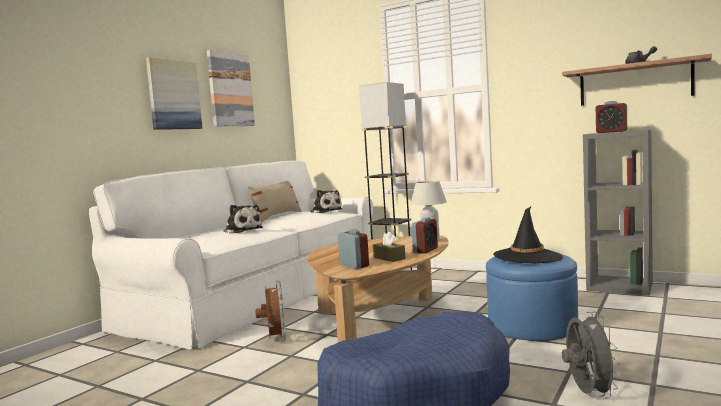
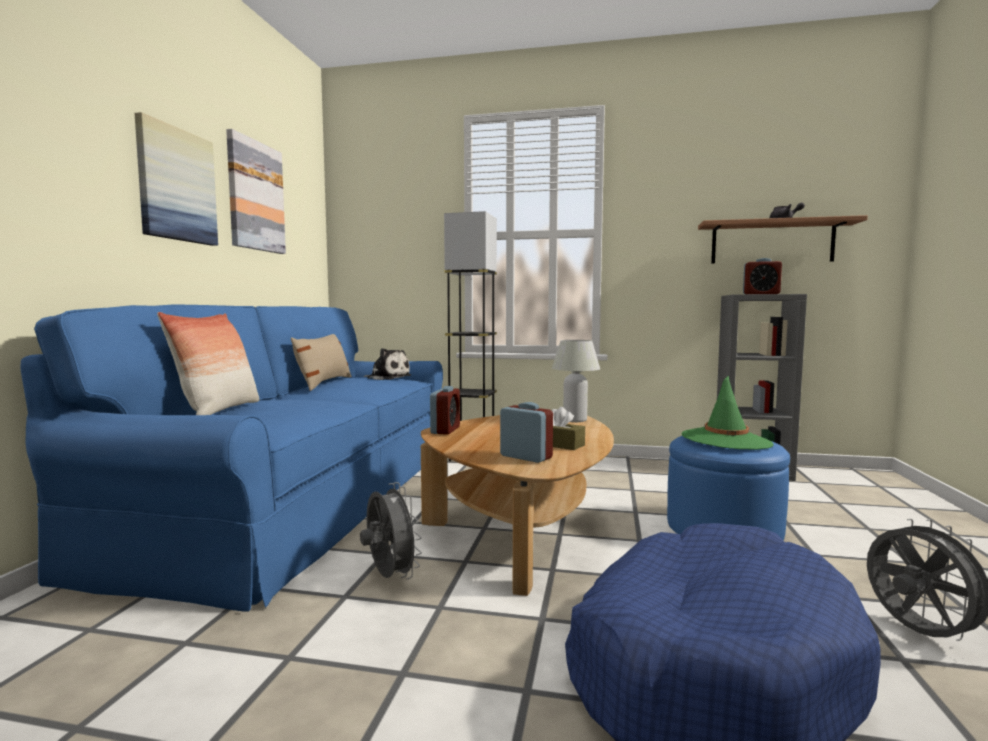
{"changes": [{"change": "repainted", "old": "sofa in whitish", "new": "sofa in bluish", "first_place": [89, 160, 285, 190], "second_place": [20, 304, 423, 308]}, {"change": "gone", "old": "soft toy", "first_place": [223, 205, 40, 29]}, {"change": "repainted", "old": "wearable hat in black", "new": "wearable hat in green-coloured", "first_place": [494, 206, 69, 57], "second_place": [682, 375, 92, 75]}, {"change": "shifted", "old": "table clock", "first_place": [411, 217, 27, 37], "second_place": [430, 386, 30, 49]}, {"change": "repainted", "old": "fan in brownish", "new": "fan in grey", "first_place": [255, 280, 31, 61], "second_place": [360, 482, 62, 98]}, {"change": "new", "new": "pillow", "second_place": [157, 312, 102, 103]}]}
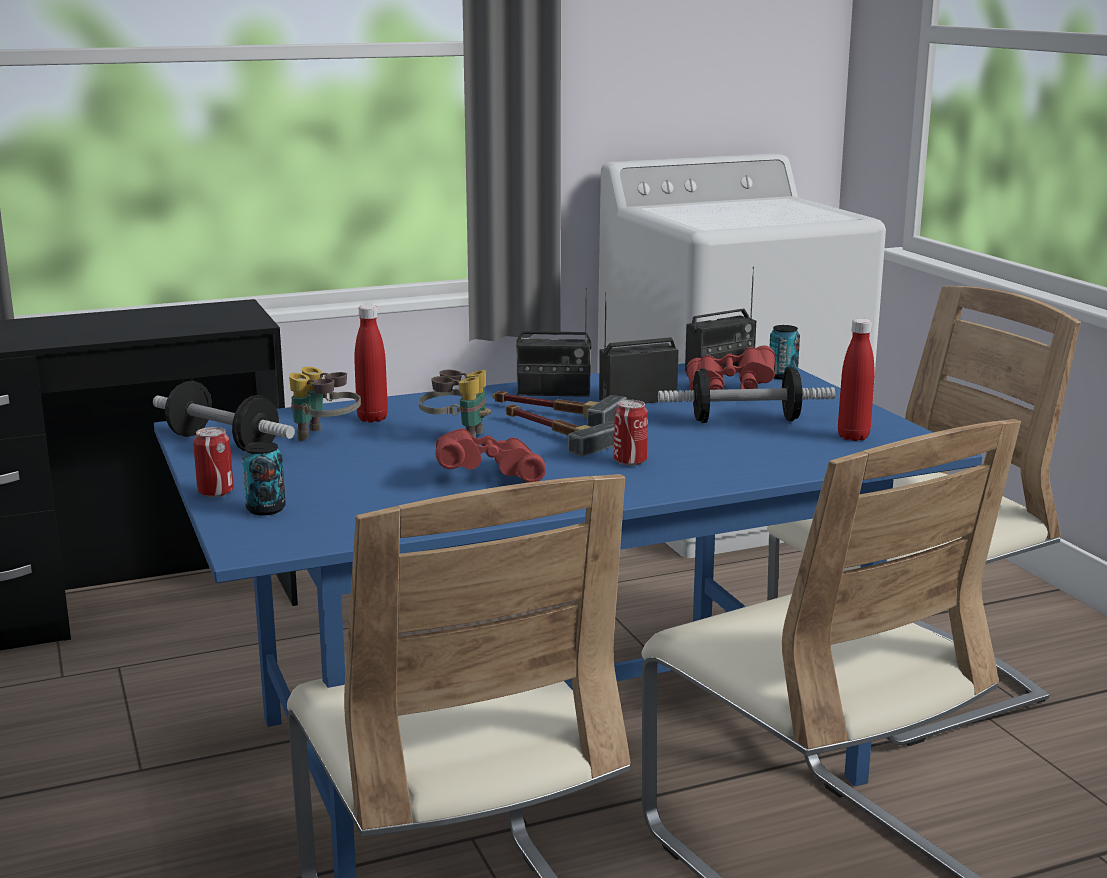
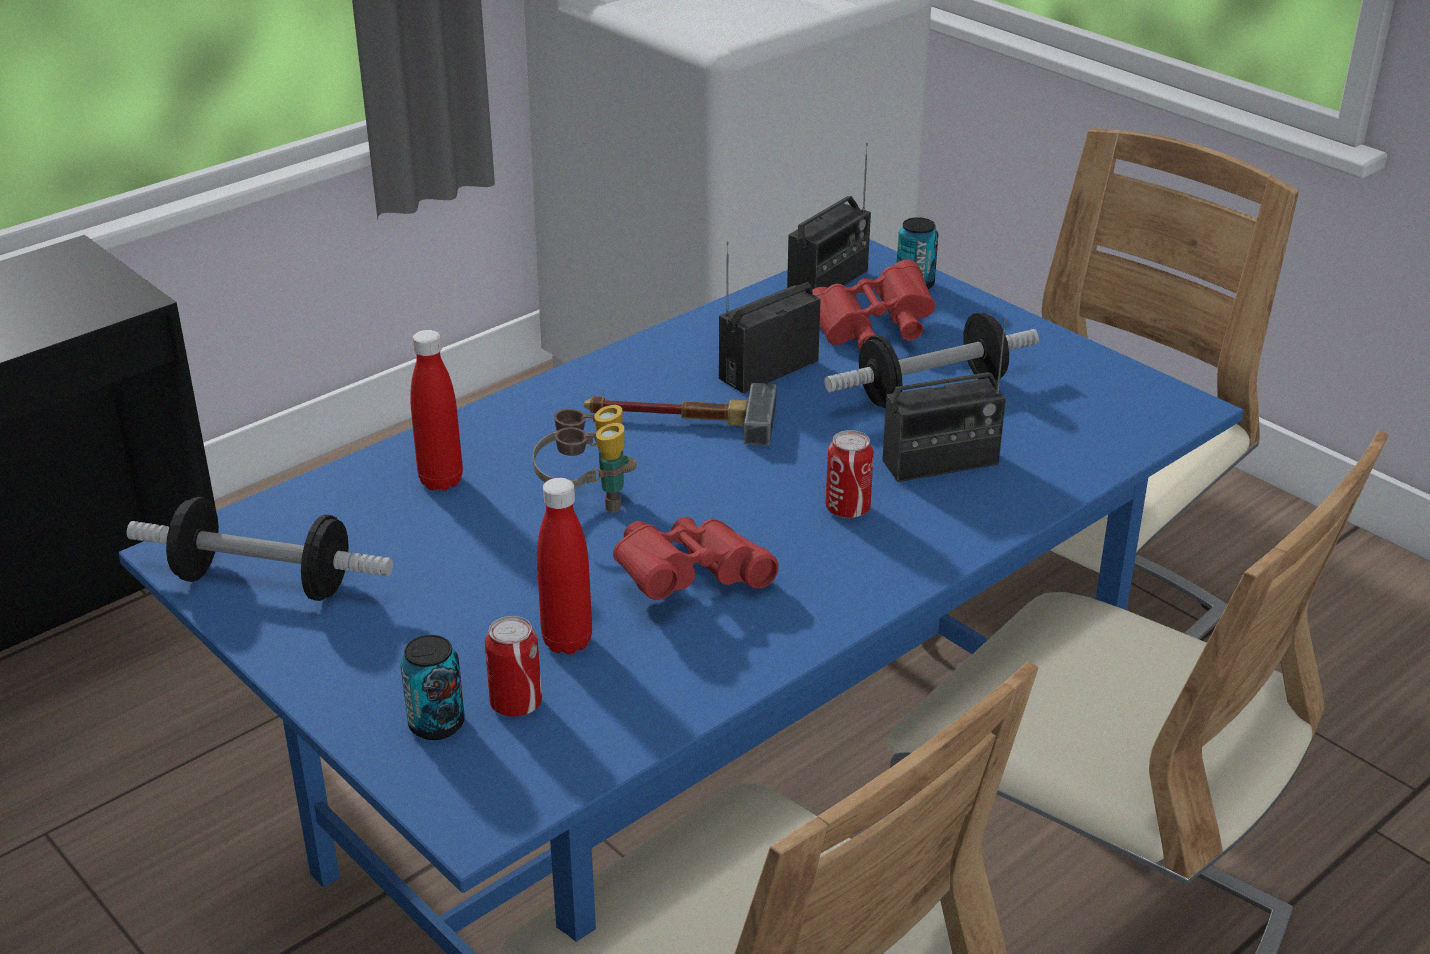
{"changes": [{"change": "shifted", "old": "radio receiver", "first_place": [516, 288, 75, 109], "second_place": [882, 317, 124, 165]}, {"change": "shifted", "old": "drink bottle in reddish", "first_place": [838, 318, 37, 123], "second_place": [537, 478, 55, 176]}, {"change": "gone", "old": "pair of binoculars", "first_place": [289, 367, 72, 74]}, {"change": "gone", "old": "tool hammer", "first_place": [505, 404, 109, 53]}, {"change": "shifted", "old": "can", "first_place": [193, 427, 41, 70], "second_place": [485, 616, 57, 101]}]}
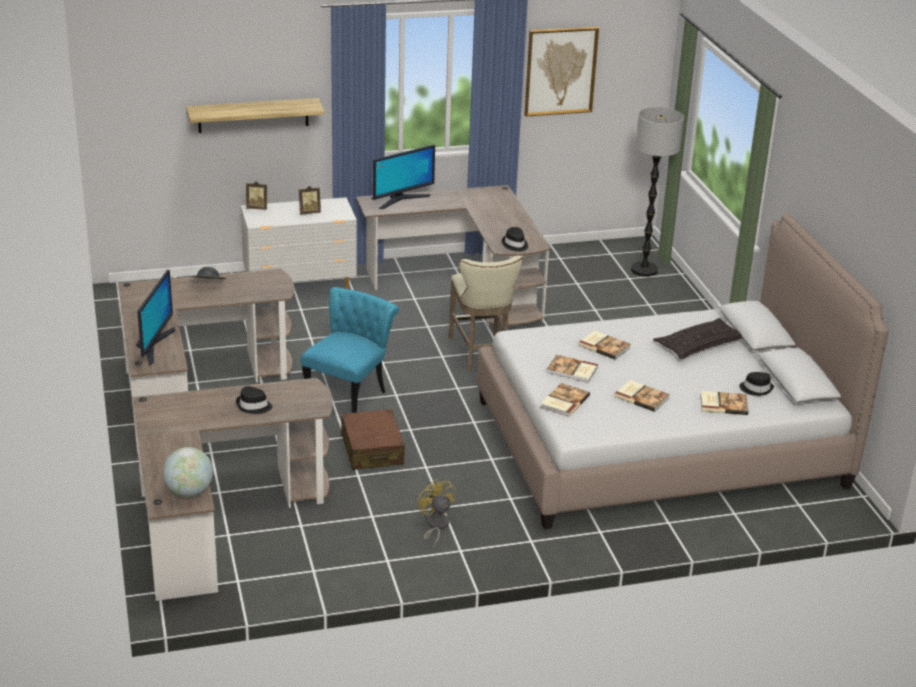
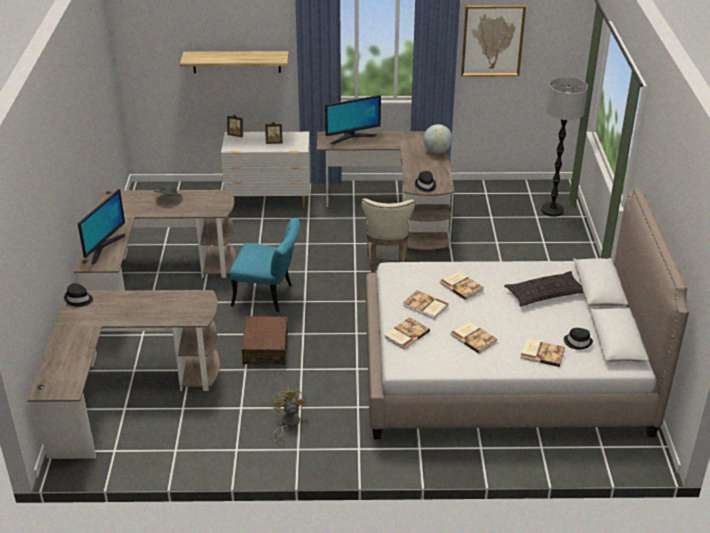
{"changes": [{"change": "rotated", "old": "chair in turquoise", "first_place": [301, 287, 98, 126], "second_place": [230, 218, 70, 94], "degrees": 60}, {"change": "shifted", "old": "wearable hat in black", "first_place": [236, 386, 36, 28], "second_place": [64, 283, 29, 24]}, {"change": "shifted", "old": "world globe", "first_place": [163, 447, 50, 50], "second_place": [423, 124, 30, 30]}]}
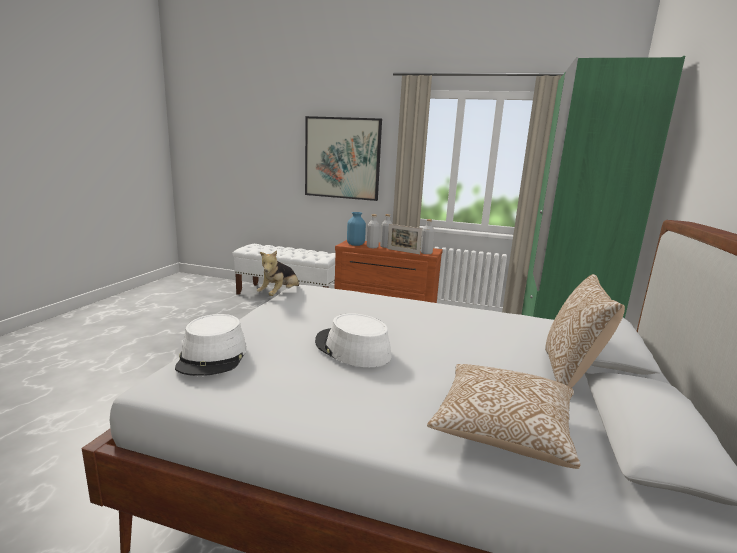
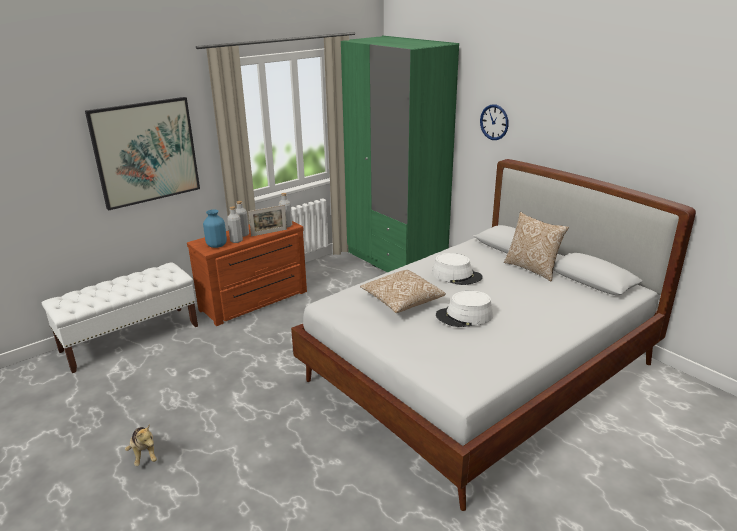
{"changes": [{"change": "shifted", "old": "soft toy", "first_place": [257, 250, 42, 46], "second_place": [125, 424, 32, 42]}, {"change": "shifted", "old": "wearable hat in whitish", "first_place": [175, 314, 71, 62], "second_place": [432, 253, 51, 32]}, {"change": "shifted", "old": "pillow", "first_place": [427, 364, 153, 105], "second_place": [360, 270, 86, 43]}, {"change": "new", "new": "wall clock", "second_place": [480, 105, 29, 35]}]}
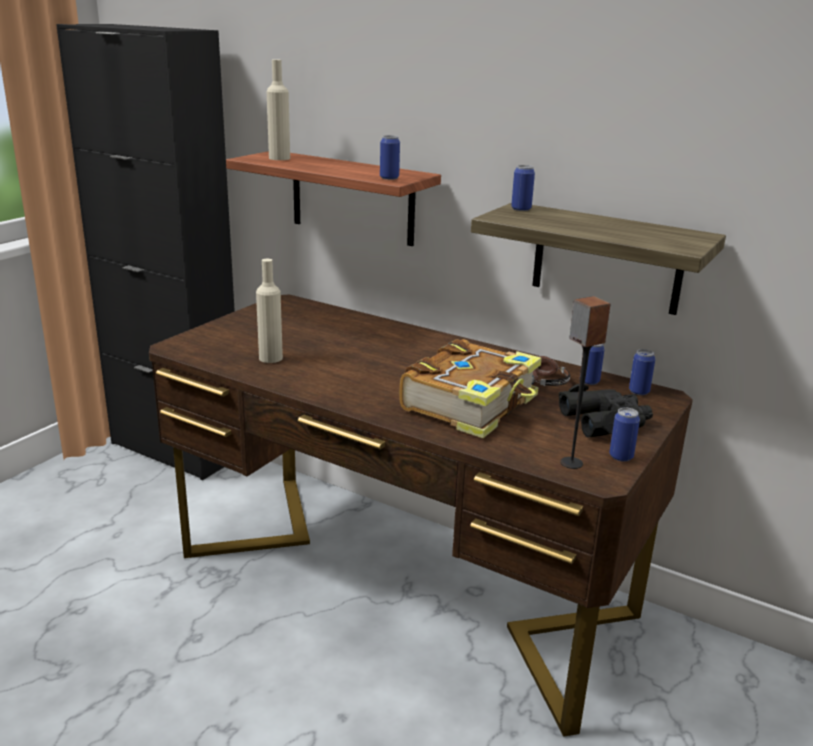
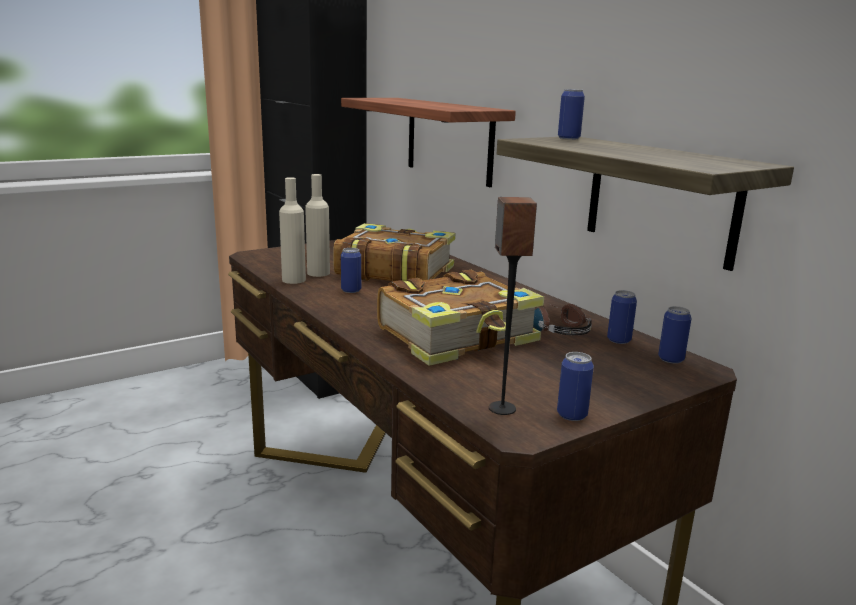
{"changes": [{"change": "shifted", "old": "drink bottle in beige-coloured", "first_place": [267, 59, 23, 101], "second_place": [279, 177, 27, 107]}, {"change": "shifted", "old": "can", "first_place": [380, 135, 20, 45], "second_place": [341, 248, 20, 45]}, {"change": "gone", "old": "pair of binoculars in black", "first_place": [559, 384, 94, 54]}, {"change": "new", "new": "book", "second_place": [333, 223, 122, 58]}]}
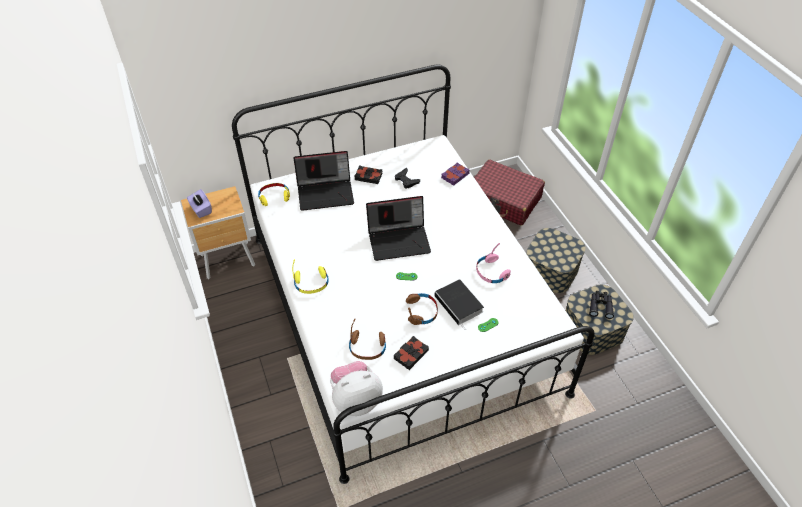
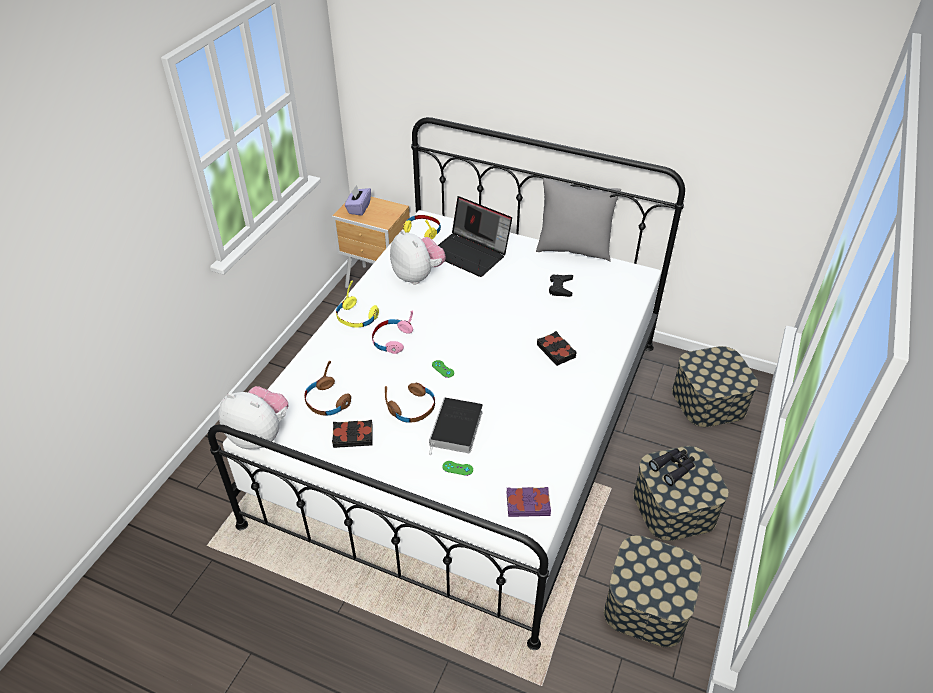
{"changes": [{"change": "swapped", "old": "suitcase in reddish", "new": "storage bin", "first_place": [474, 160, 71, 66], "second_place": [672, 346, 86, 81]}, {"change": "shifted", "old": "book in purple", "first_place": [441, 162, 29, 24], "second_place": [507, 487, 44, 30]}, {"change": "shifted", "old": "book in black", "first_place": [355, 165, 27, 19], "second_place": [537, 331, 40, 35]}, {"change": "gone", "old": "notebook computer", "first_place": [366, 196, 65, 65]}, {"change": "shifted", "old": "headphones in pinkish", "first_place": [476, 243, 35, 40], "second_place": [372, 310, 41, 44]}, {"change": "shifted", "old": "pair of binoculars in black", "first_place": [589, 291, 25, 28], "second_place": [649, 448, 46, 38]}, {"change": "new", "new": "pillow in grey", "second_place": [536, 178, 85, 84]}, {"change": "new", "new": "soft toy", "second_place": [390, 230, 56, 55]}]}
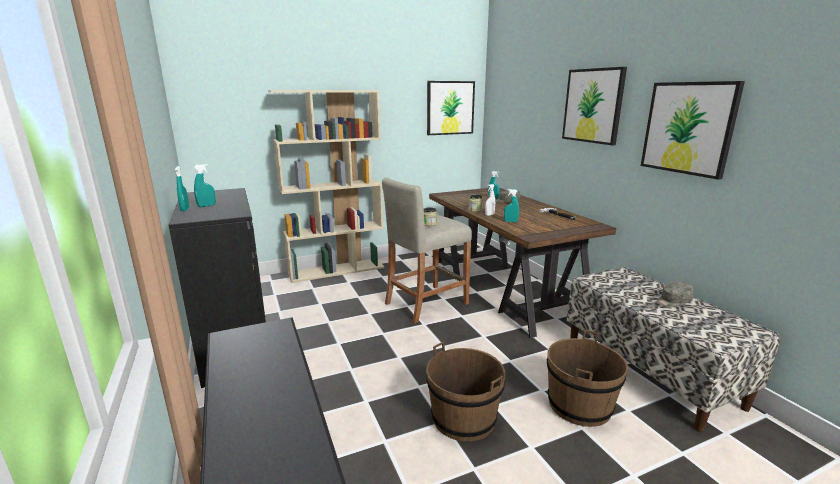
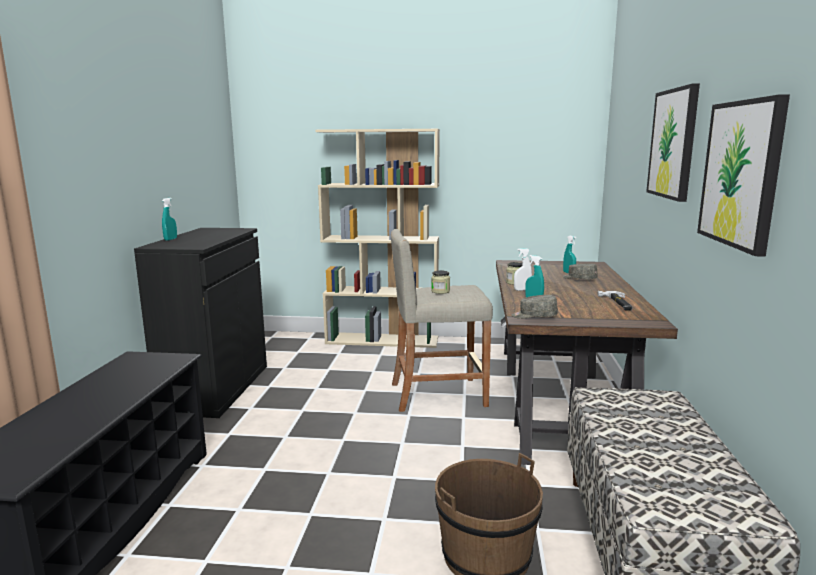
{"changes": [{"change": "gone", "old": "wall art", "first_place": [427, 81, 48, 54]}, {"change": "gone", "old": "spray bottle in turquoise", "first_place": [194, 164, 22, 43]}, {"change": "shifted", "old": "peaked cap in grey", "first_place": [656, 282, 37, 25], "second_place": [512, 295, 46, 24]}, {"change": "gone", "old": "pail in brownish", "first_place": [426, 342, 79, 99]}]}
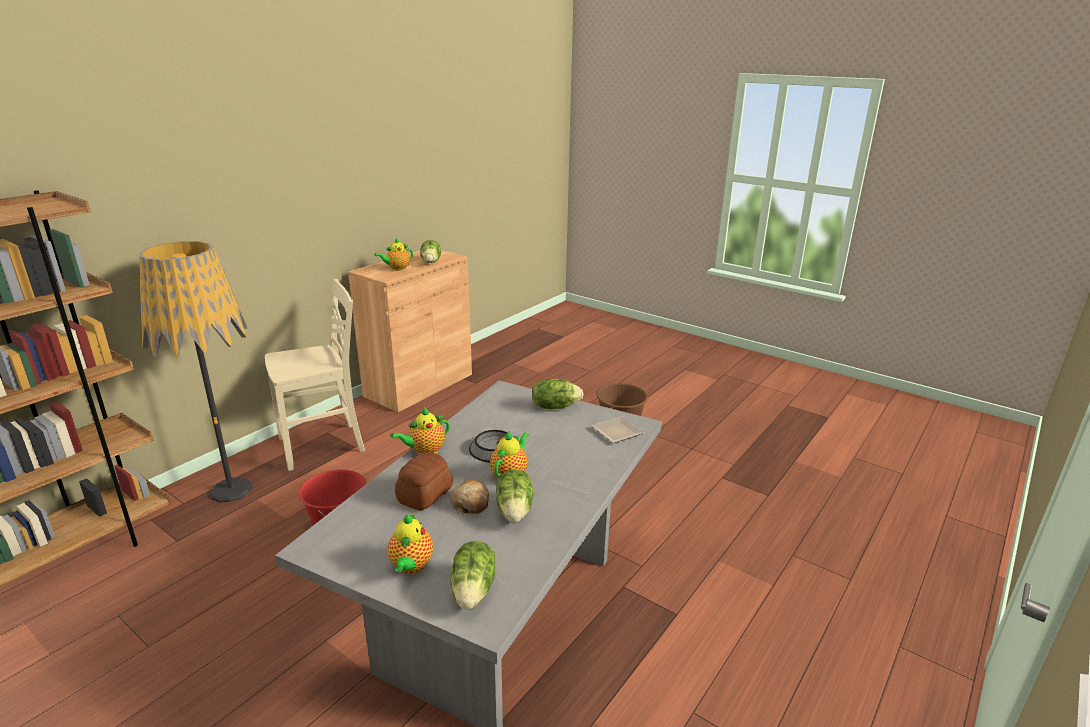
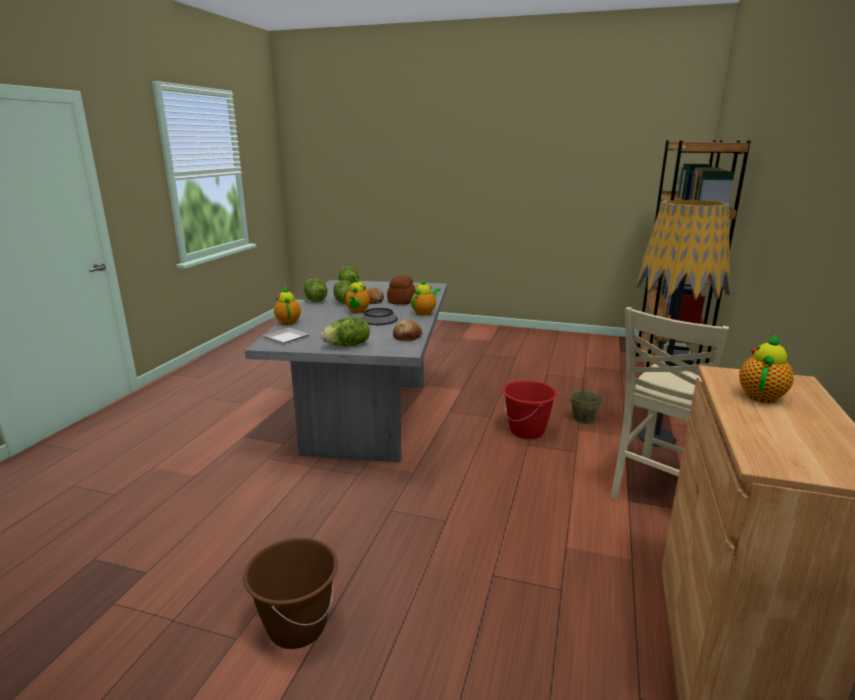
{"changes": [{"change": "shifted", "old": "head of lettuce", "first_place": [420, 240, 21, 23], "second_place": [304, 278, 23, 24]}, {"change": "shifted", "old": "teapot", "first_place": [388, 513, 45, 61], "second_place": [274, 286, 27, 39]}, {"change": "new", "new": "bread", "second_place": [393, 319, 30, 22]}, {"change": "new", "new": "pail in beige-coloured", "second_place": [570, 380, 33, 44]}]}
